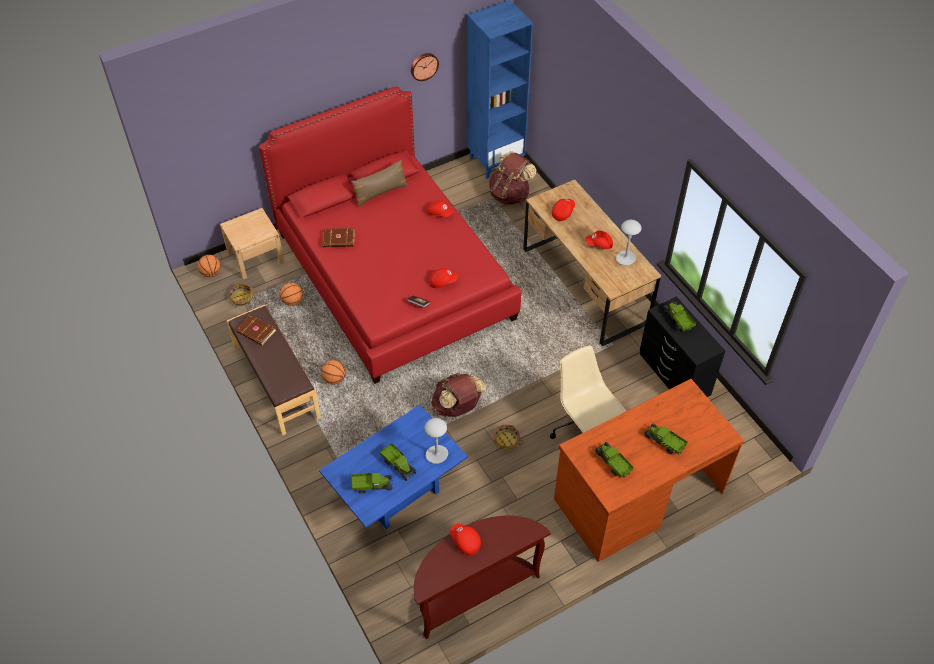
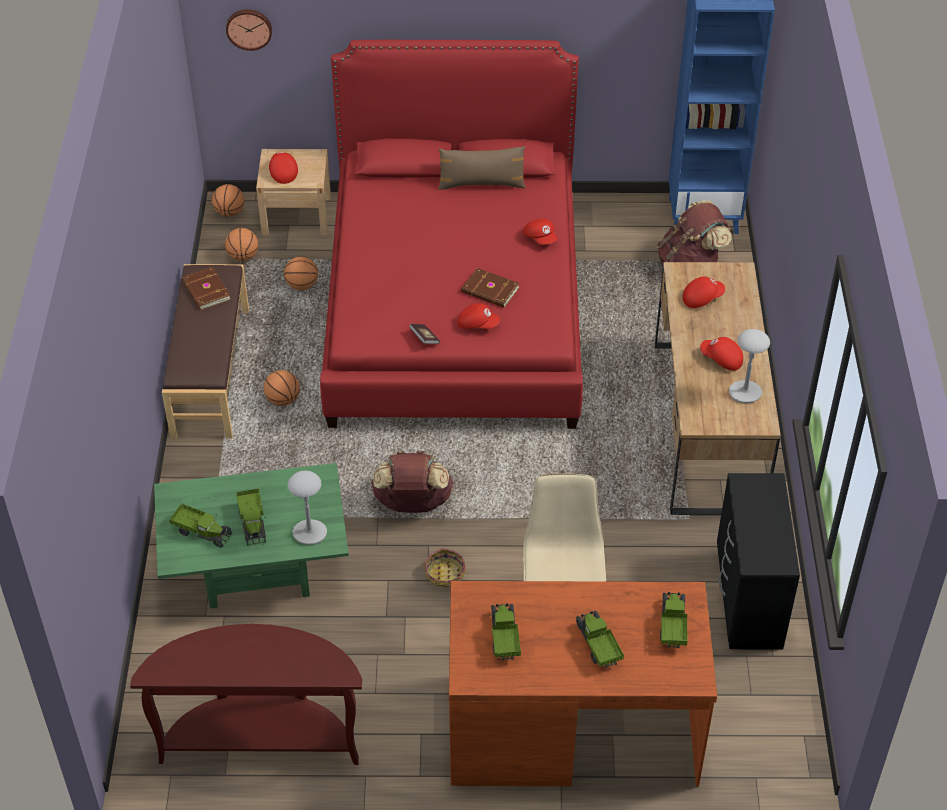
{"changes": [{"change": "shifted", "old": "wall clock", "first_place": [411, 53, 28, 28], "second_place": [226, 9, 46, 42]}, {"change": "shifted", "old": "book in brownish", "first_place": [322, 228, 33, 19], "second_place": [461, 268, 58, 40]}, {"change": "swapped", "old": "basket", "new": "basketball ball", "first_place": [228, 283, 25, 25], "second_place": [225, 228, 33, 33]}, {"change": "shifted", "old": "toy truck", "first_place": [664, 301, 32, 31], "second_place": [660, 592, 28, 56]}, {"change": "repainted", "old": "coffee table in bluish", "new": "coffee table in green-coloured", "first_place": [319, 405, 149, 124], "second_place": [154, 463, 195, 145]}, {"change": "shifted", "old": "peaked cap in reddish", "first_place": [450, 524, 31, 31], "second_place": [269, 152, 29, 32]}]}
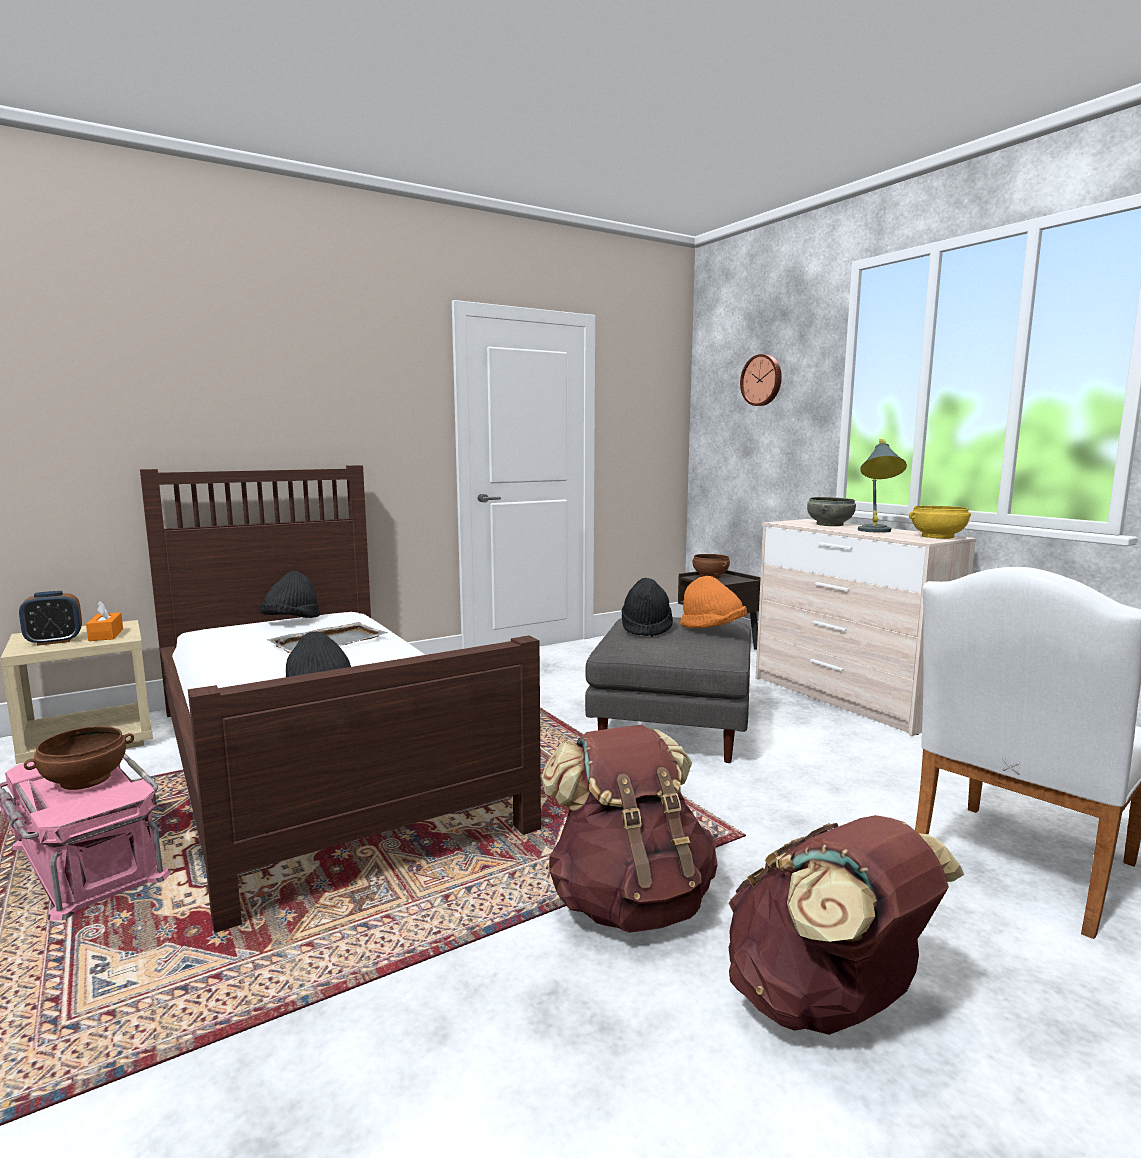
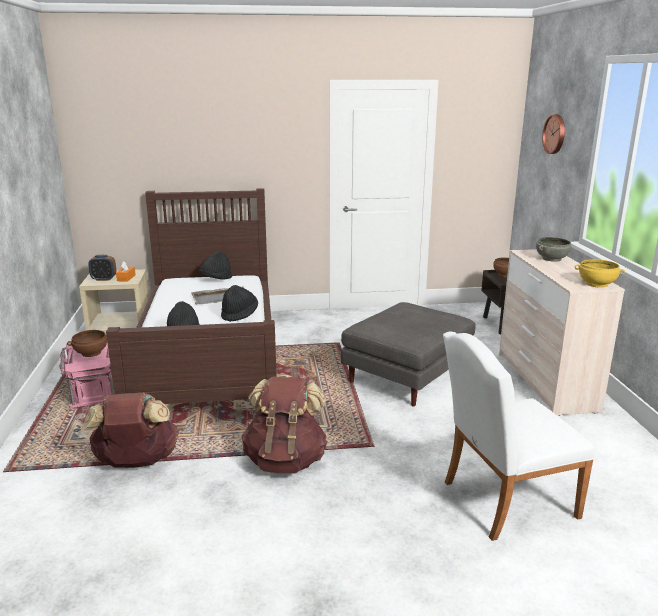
{"changes": [{"change": "gone", "old": "lamp for a table in grey", "first_place": [858, 439, 49, 94]}, {"change": "gone", "old": "wearable hat in orangey", "first_place": [680, 576, 67, 52]}, {"change": "shifted", "old": "wearable hat in black", "first_place": [622, 578, 51, 59], "second_place": [221, 285, 37, 37]}, {"change": "shifted", "old": "backpack in brownish", "first_place": [729, 815, 235, 220], "second_place": [84, 393, 95, 75]}]}
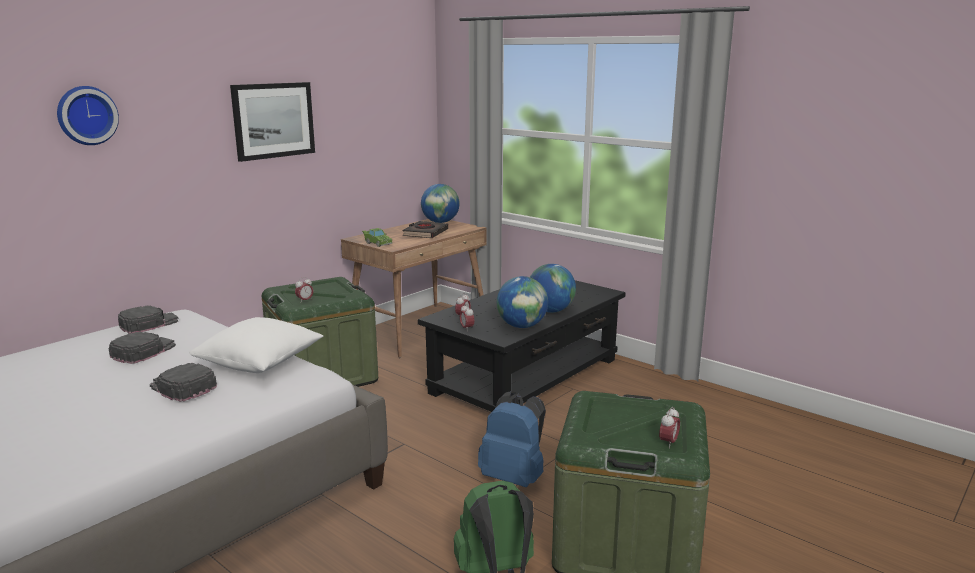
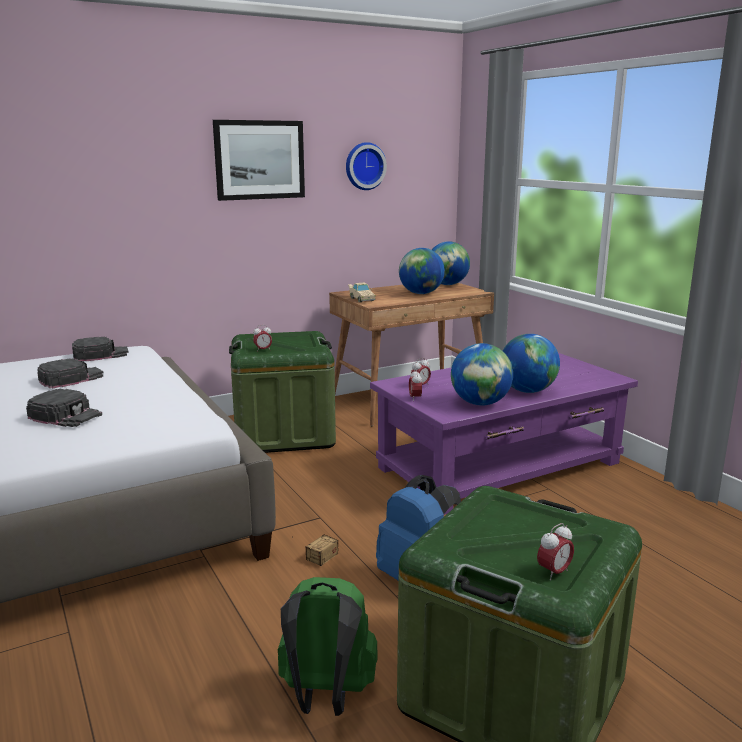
{"changes": [{"change": "shifted", "old": "wall clock", "first_place": [57, 86, 62, 59], "second_place": [346, 142, 41, 48]}, {"change": "swapped", "old": "book in black", "new": "world globe", "first_place": [402, 221, 46, 17], "second_place": [399, 248, 46, 46]}, {"change": "repainted", "old": "miniature car in green-coloured", "new": "miniature car in beige-coloured", "first_place": [362, 228, 31, 19], "second_place": [348, 283, 28, 19]}, {"change": "repainted", "old": "coffee table in black", "new": "coffee table in purple", "first_place": [418, 280, 208, 132], "second_place": [370, 353, 268, 162]}, {"change": "gone", "old": "pillow in whitish", "first_place": [189, 317, 134, 56]}, {"change": "rotated", "old": "peaked cap in black", "first_place": [150, 363, 67, 39], "second_place": [26, 389, 76, 38], "degrees": 150}, {"change": "new", "new": "storage bin", "second_place": [290, 535, 48, 31]}]}
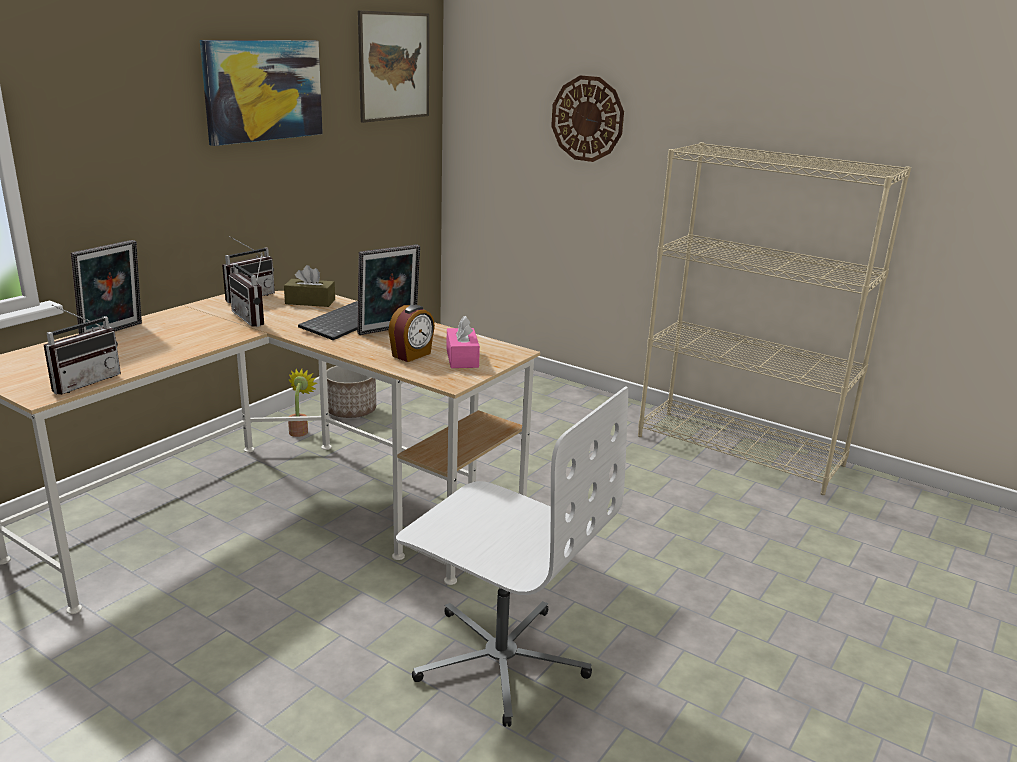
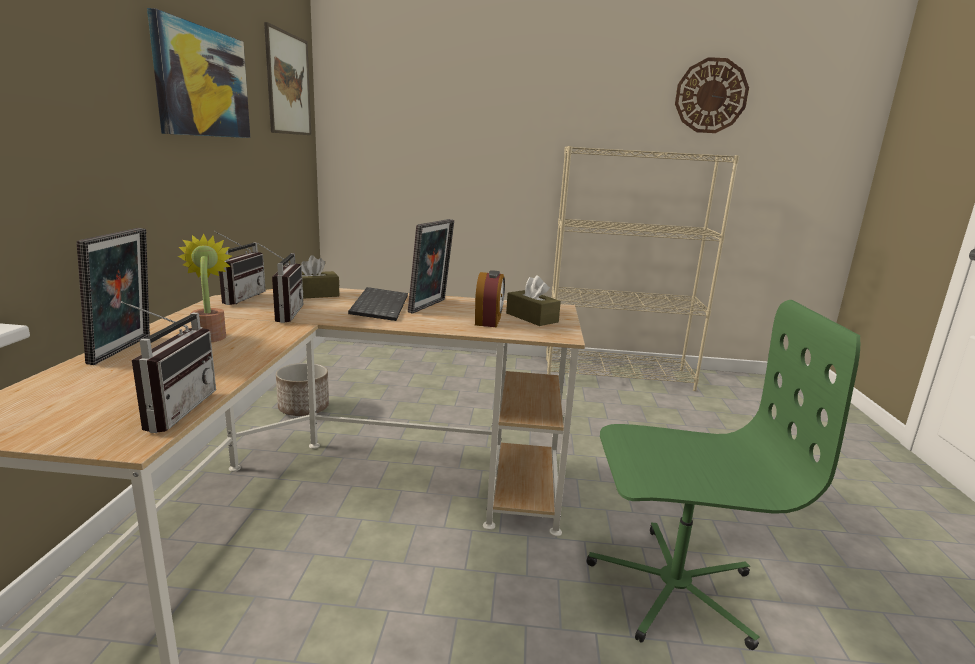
{"changes": [{"change": "shifted", "old": "wall clock", "first_place": [551, 75, 73, 87], "second_place": [675, 57, 74, 76]}, {"change": "rotated", "old": "radio receiver", "first_place": [229, 252, 35, 75], "second_place": [257, 243, 46, 80], "degrees": -120}, {"change": "repainted", "old": "tissue box in pinkish", "new": "tissue box in brownish", "first_place": [446, 316, 34, 52], "second_place": [506, 275, 55, 51]}, {"change": "shifted", "old": "houseplant", "first_place": [288, 369, 29, 68], "second_place": [178, 233, 54, 109]}, {"change": "repainted", "old": "desk chair in whitish", "new": "desk chair in green-coloured", "first_place": [396, 386, 232, 341], "second_place": [587, 300, 273, 350]}]}
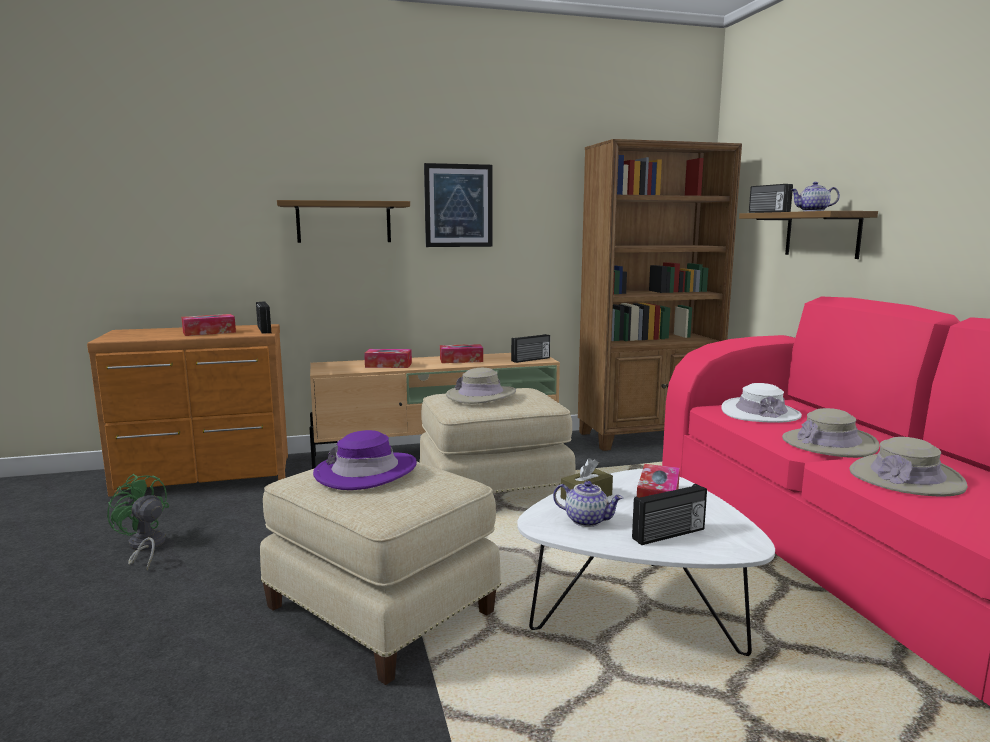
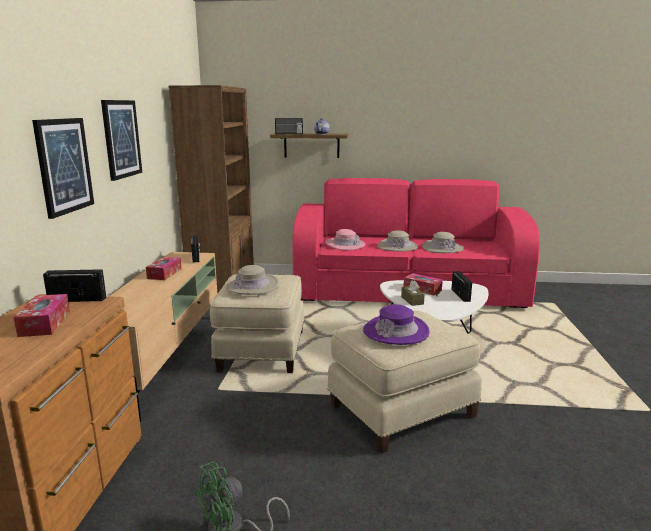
{"changes": [{"change": "swapped", "old": "bracket shelf", "new": "wall art", "first_place": [277, 200, 133, 43], "second_place": [32, 118, 62, 101]}, {"change": "gone", "old": "tissue box", "first_place": [364, 349, 48, 19]}, {"change": "repainted", "old": "wearable hat in whitish", "new": "wearable hat in pinkish", "first_place": [721, 383, 81, 40], "second_place": [325, 229, 40, 21]}, {"change": "gone", "old": "teapot", "first_place": [553, 481, 70, 46]}]}
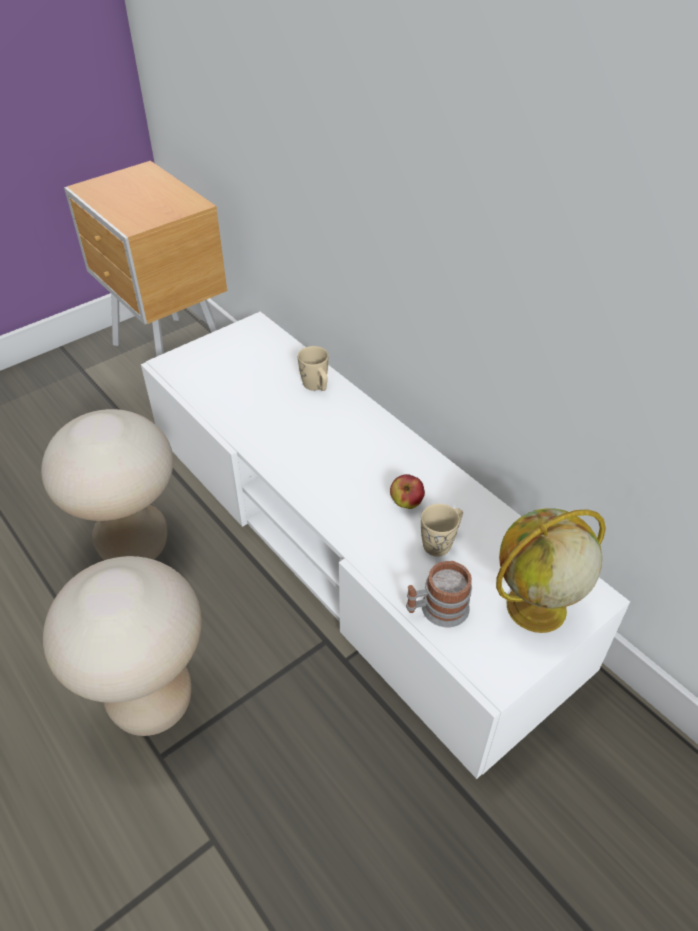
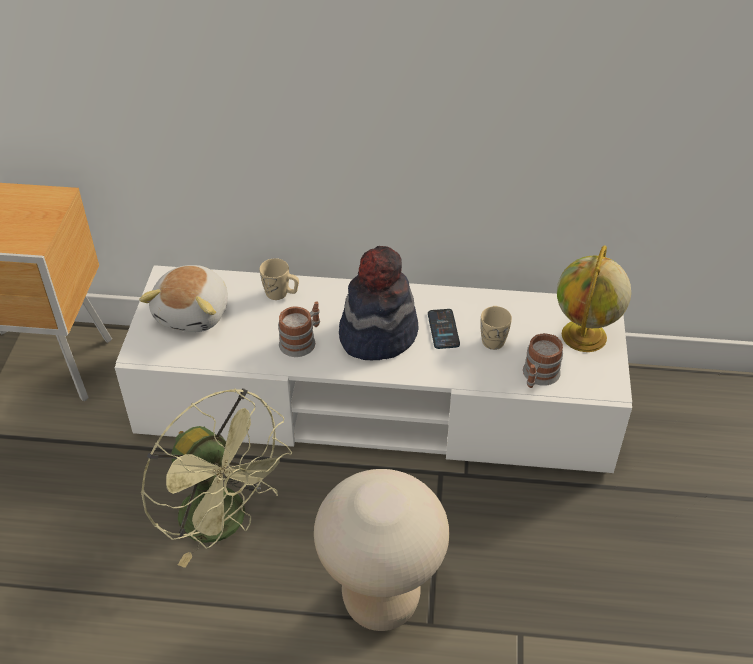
{"changes": [{"change": "swapped", "old": "stool seat in beige-coloured", "new": "fan in green-coloured", "first_place": [41, 409, 132, 151], "second_place": [140, 388, 152, 180]}, {"change": "swapped", "old": "apple fruit", "new": "handset", "first_place": [390, 474, 35, 35], "second_place": [428, 309, 32, 40]}, {"change": "new", "new": "wearable hat", "second_place": [339, 246, 80, 114]}, {"change": "new", "new": "soft toy", "second_place": [139, 265, 89, 67]}, {"change": "new", "new": "mug", "second_place": [278, 301, 42, 56]}]}
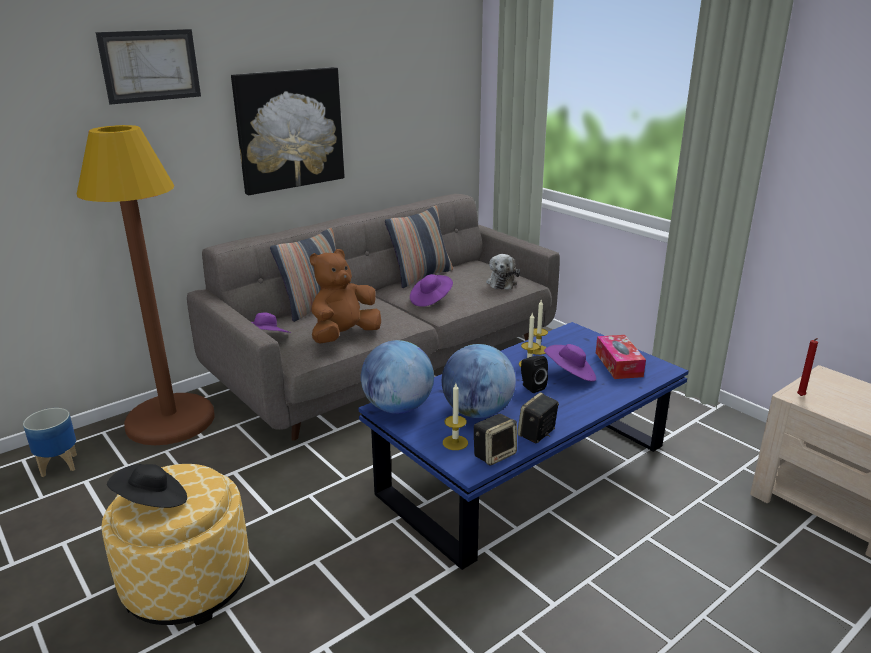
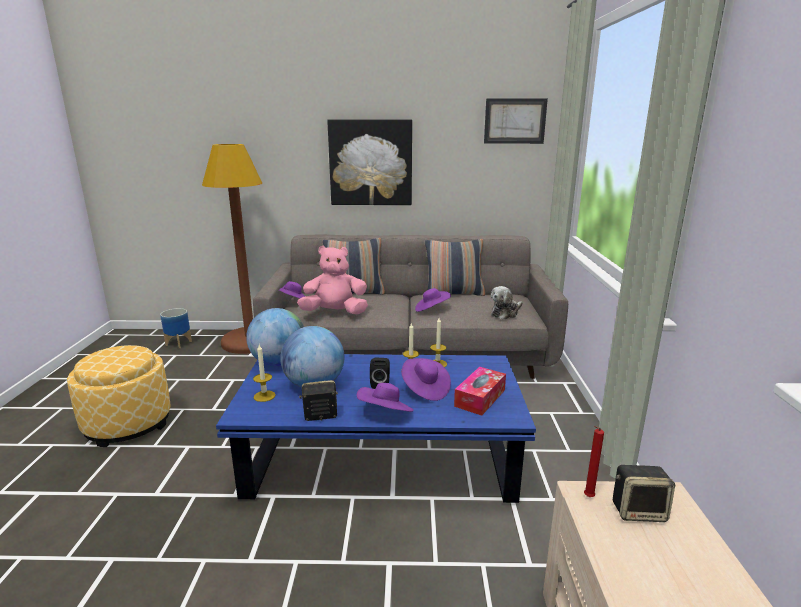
{"changes": [{"change": "shifted", "old": "wall art", "first_place": [96, 29, 105, 76], "second_place": [484, 98, 64, 46]}, {"change": "repainted", "old": "soft toy in brownish", "new": "soft toy in pinkish", "first_place": [310, 249, 71, 95], "second_place": [297, 246, 71, 69]}, {"change": "shifted", "old": "speaker", "first_place": [474, 414, 43, 52], "second_place": [613, 465, 62, 57]}, {"change": "gone", "old": "wearable hat in black", "first_place": [107, 464, 80, 44]}, {"change": "new", "new": "wearable hat in purple", "second_place": [357, 383, 57, 29]}]}
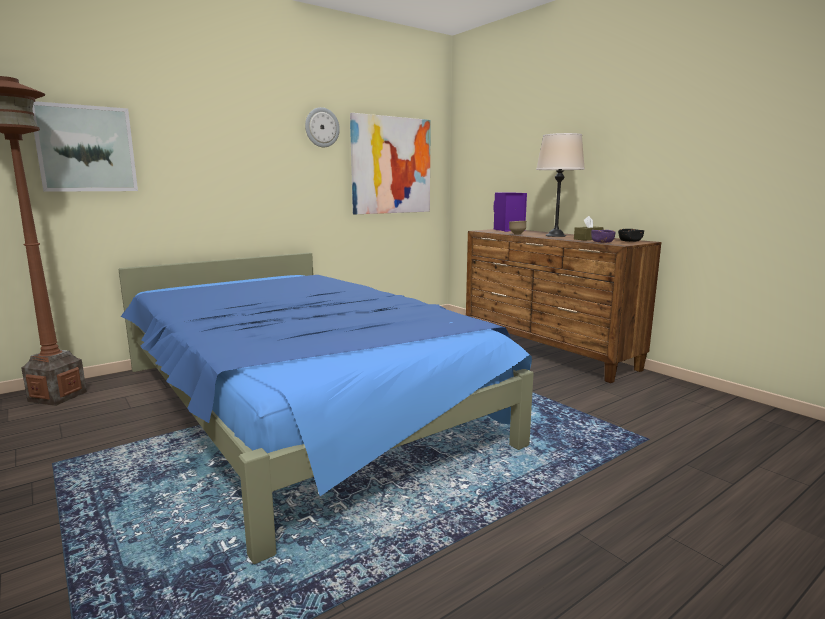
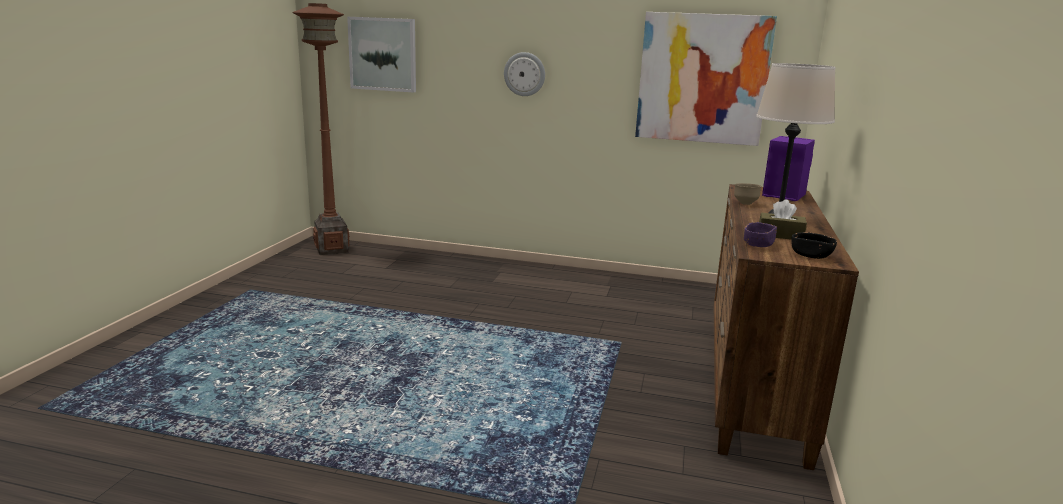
{"changes": [{"change": "shifted", "old": "wall clock", "first_place": [305, 107, 35, 40], "second_place": [504, 52, 41, 44]}, {"change": "gone", "old": "bedroom bed in bluish", "first_place": [118, 253, 416, 311]}]}
